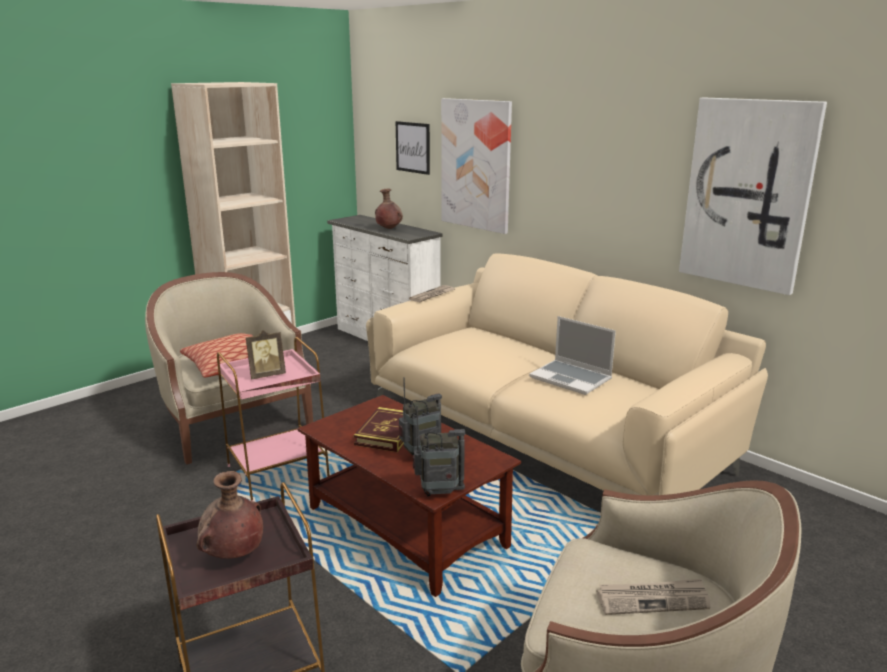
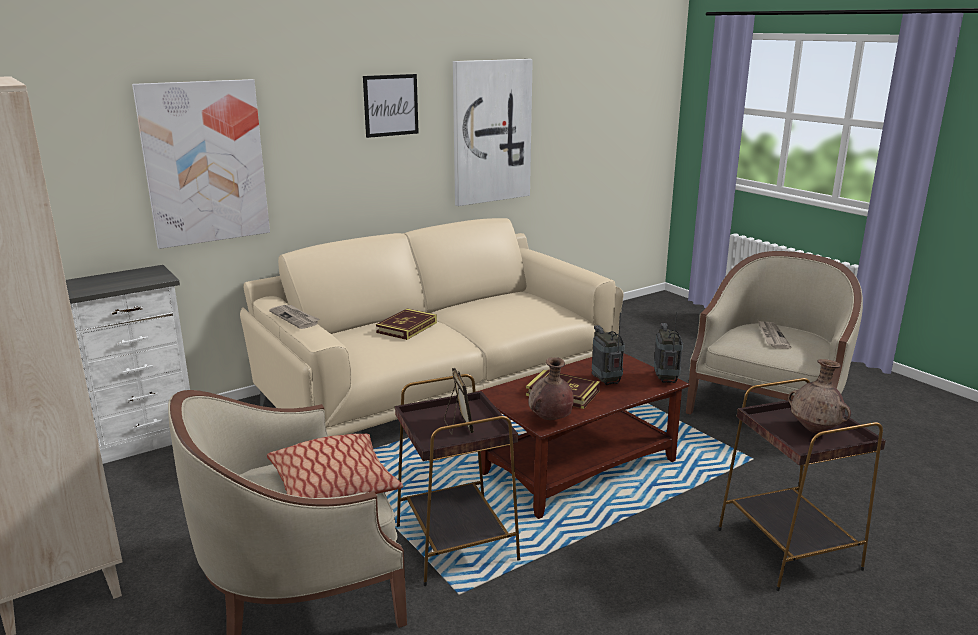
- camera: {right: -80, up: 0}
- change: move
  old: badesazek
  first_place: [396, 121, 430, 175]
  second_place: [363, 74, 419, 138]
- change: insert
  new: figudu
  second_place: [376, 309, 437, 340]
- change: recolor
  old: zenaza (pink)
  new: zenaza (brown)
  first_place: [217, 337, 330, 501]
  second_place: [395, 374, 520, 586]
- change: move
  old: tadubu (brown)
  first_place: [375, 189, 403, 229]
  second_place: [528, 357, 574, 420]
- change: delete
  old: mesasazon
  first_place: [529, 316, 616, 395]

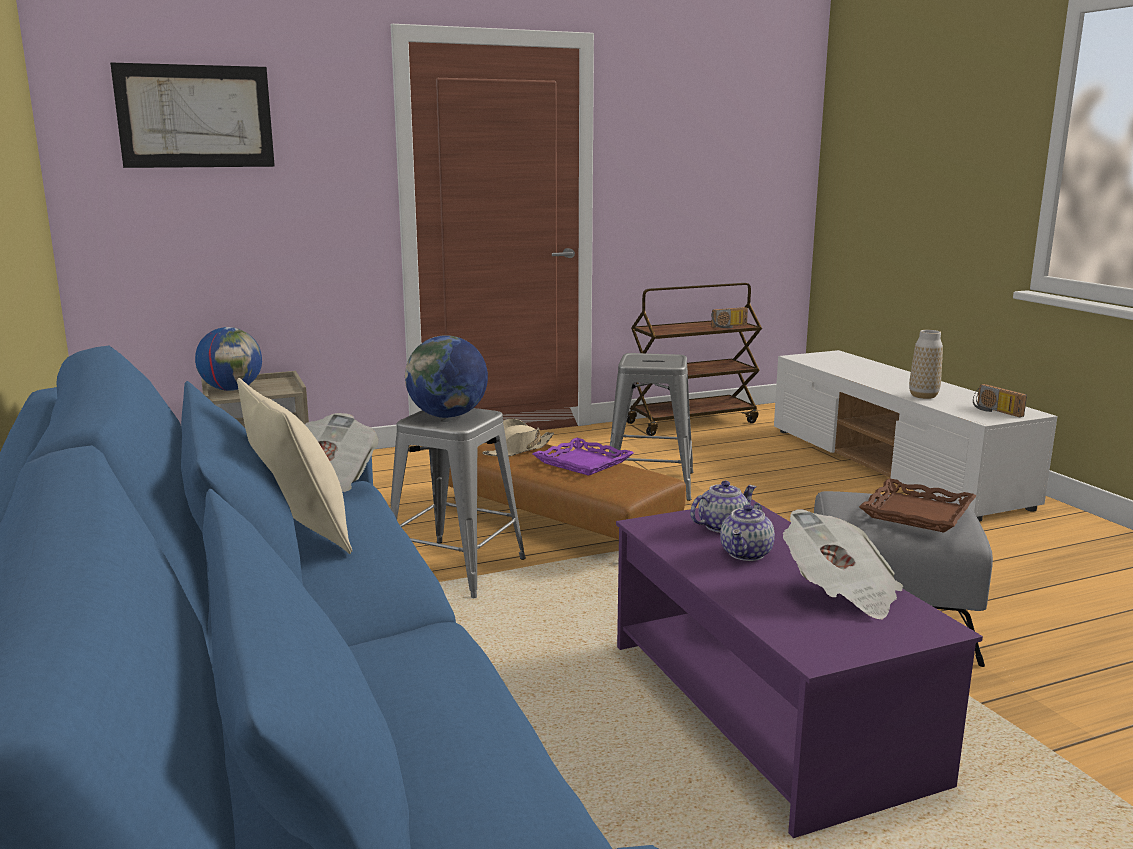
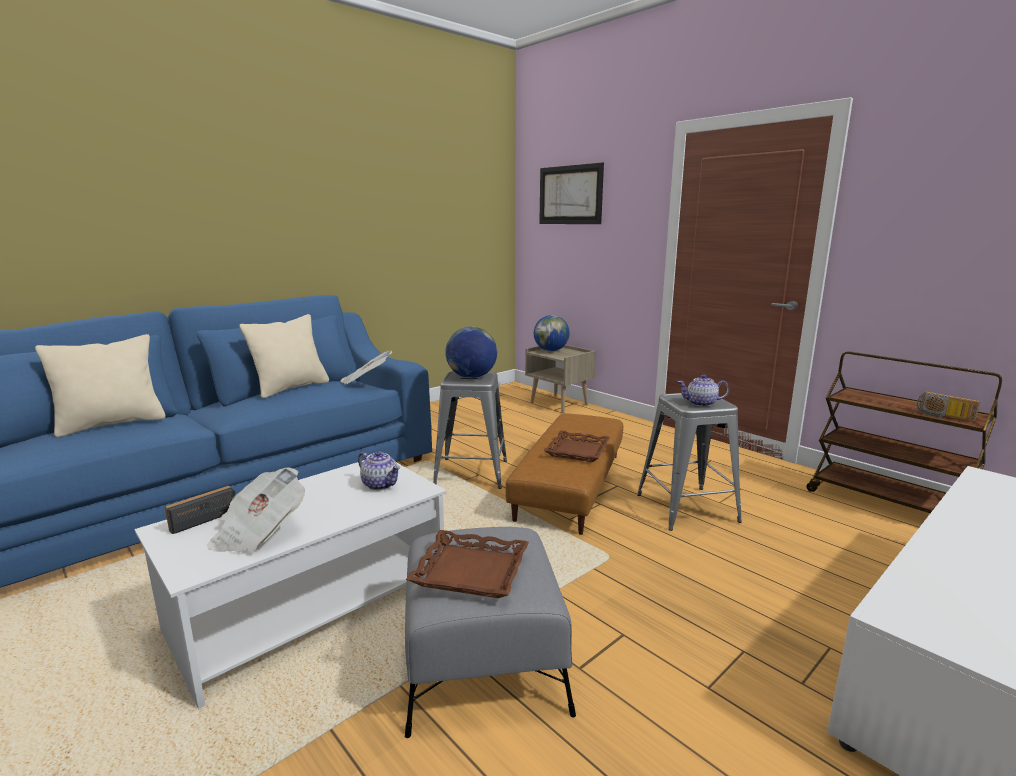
- camera: {right: 70, up: 0}
- change: insert
  new: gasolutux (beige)
  second_place: [35, 334, 166, 437]
- change: recolor
  old: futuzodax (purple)
  new: futuzodax (white)
  first_place: [616, 500, 983, 838]
  second_place: [135, 460, 446, 709]
- change: move
  old: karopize
  first_place: [973, 384, 1027, 417]
  second_place: [165, 486, 235, 534]
- change: recolor
  old: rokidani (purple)
  new: rokidani (brown)
  first_place: [533, 438, 634, 476]
  second_place: [544, 430, 610, 462]
- change: move
  old: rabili
  first_place: [720, 503, 775, 561]
  second_place: [677, 374, 729, 407]
- change: delete
  old: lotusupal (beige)
  first_place: [482, 418, 554, 456]
- change: delete
  old: tadubu
  first_place: [909, 330, 943, 399]

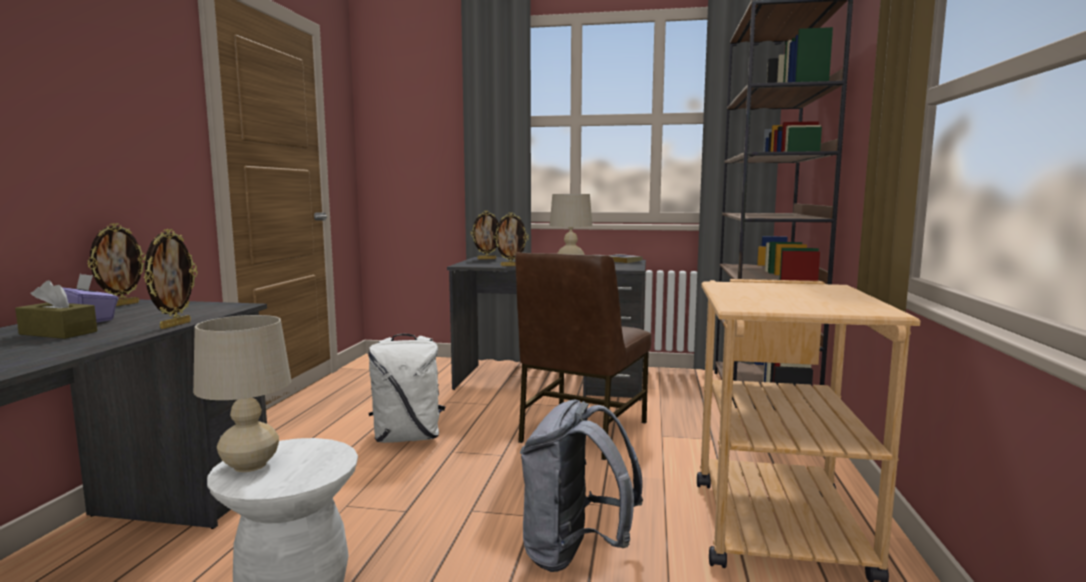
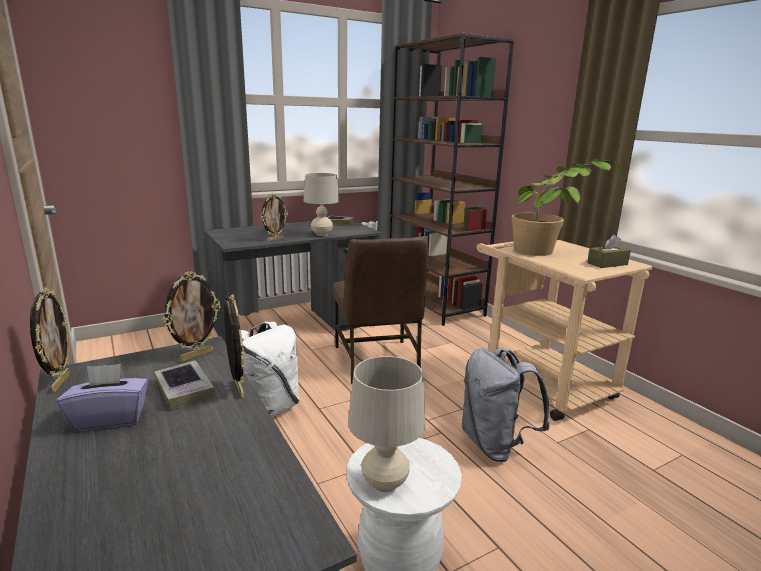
- camera: {right: -40, up: 10}
- change: insert
  new: figudu
  second_place: [154, 360, 216, 410]
- change: move
  old: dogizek
  first_place: [471, 211, 498, 259]
  second_place: [162, 271, 221, 362]
- change: insert
  new: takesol
  second_place: [512, 160, 622, 256]
- change: move
  old: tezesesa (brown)
  first_place: [15, 280, 97, 339]
  second_place: [587, 235, 631, 268]

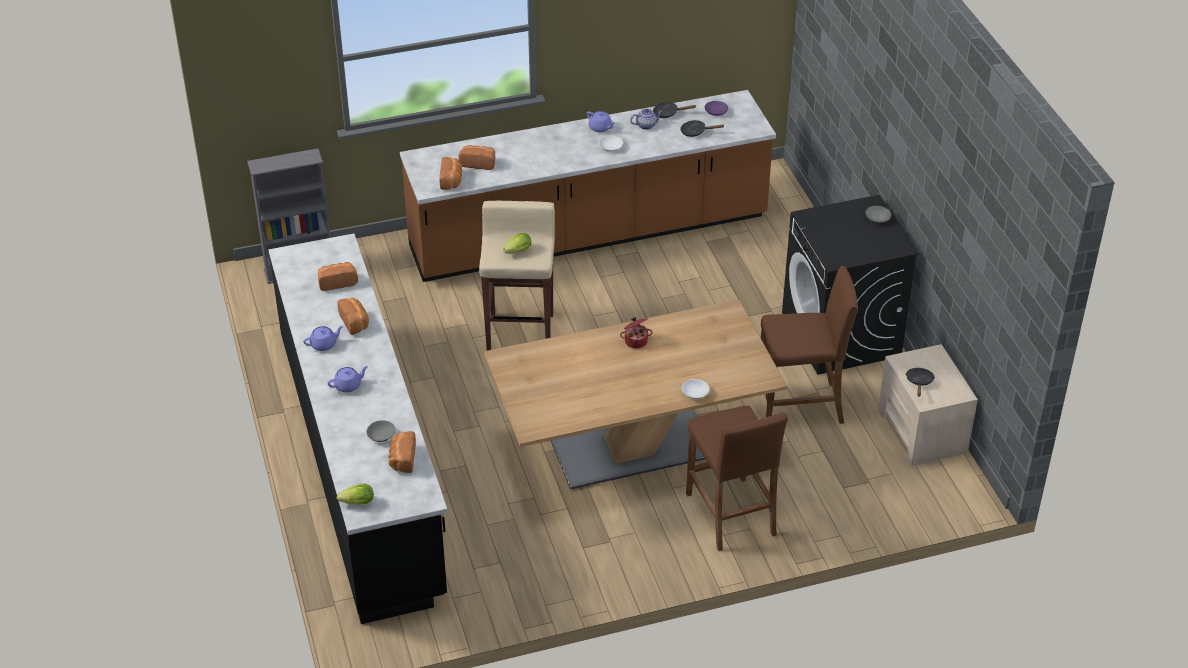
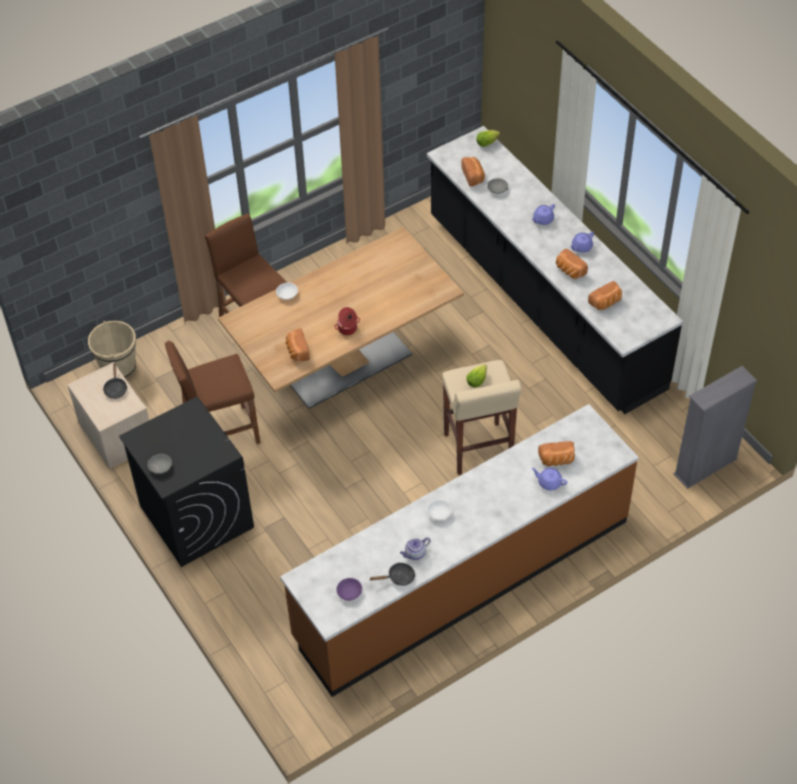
- camera: {right: 165, up: 10}
- change: insert
  new: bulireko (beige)
  second_place: [88, 321, 136, 379]
- change: move
  old: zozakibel
  first_place: [440, 157, 462, 190]
  second_place: [286, 329, 310, 361]
- change: move
  old: rabili (purple)
  first_place: [586, 111, 616, 132]
  second_place: [532, 468, 567, 491]
- change: delete
  old: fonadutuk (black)
  first_place: [680, 120, 725, 137]

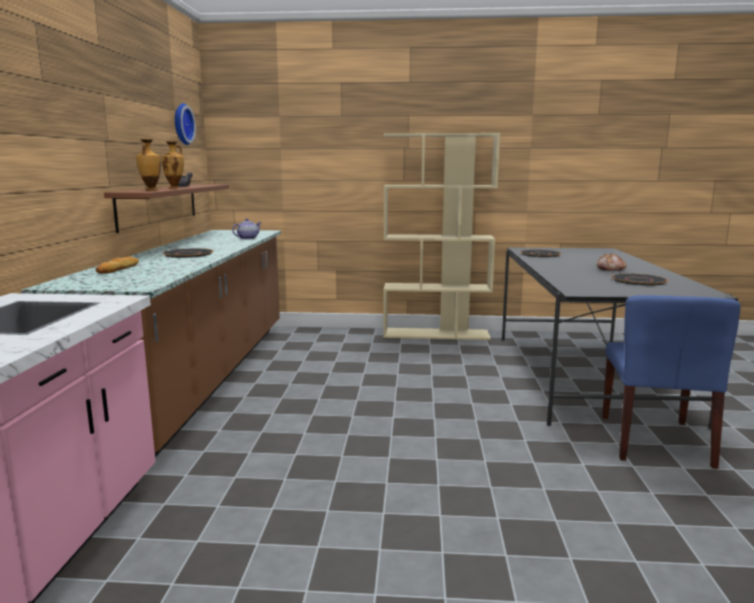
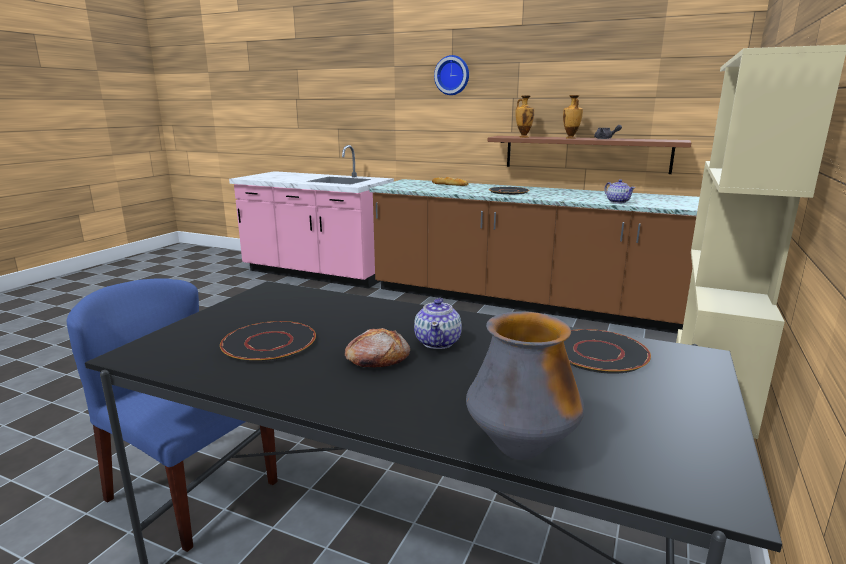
- camera: {right: 110, up: 5}
- change: insert
  new: rabili
  second_place: [414, 298, 462, 349]
- change: move
  old: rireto
  first_place: [175, 103, 196, 145]
  second_place: [434, 55, 469, 95]
- change: insert
  new: tadubu
  second_place: [466, 311, 584, 460]

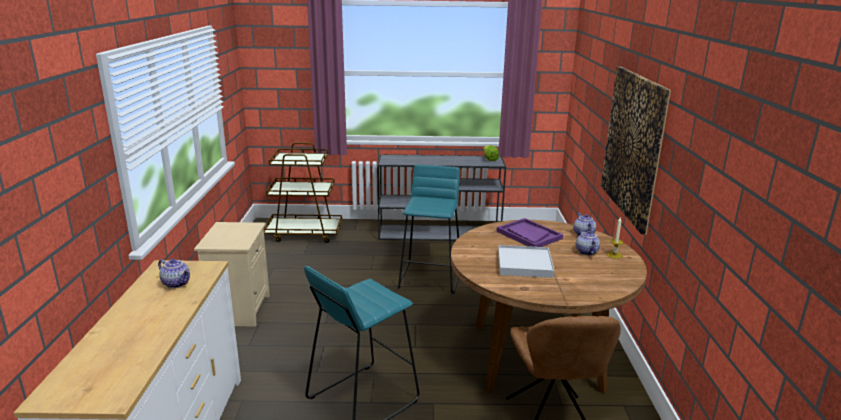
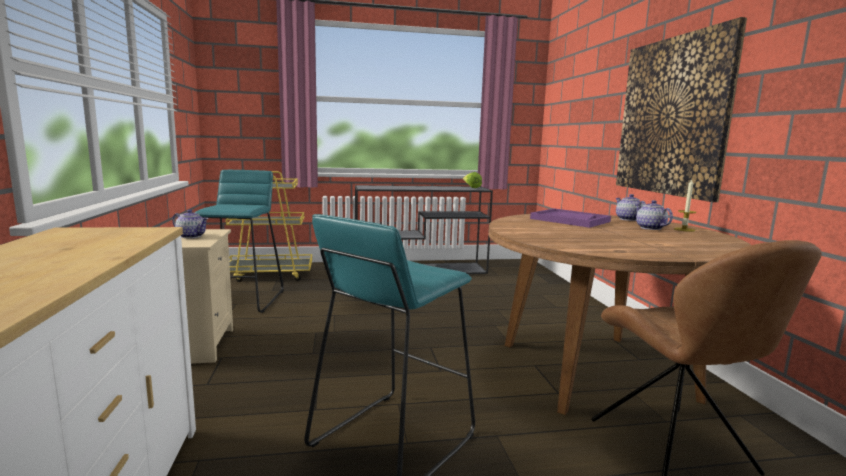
- camera: {right: -10, up: -10}
- change: move
  old: rabili
  first_place: [158, 259, 190, 288]
  second_place: [172, 210, 208, 238]
- change: move
  old: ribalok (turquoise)
  first_place: [398, 165, 460, 294]
  second_place: [195, 170, 284, 313]
- change: recolor
  old: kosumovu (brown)
  new: kosumovu (yellow)
  first_place: [264, 143, 342, 243]
  second_place: [226, 171, 312, 282]
- change: delete
  old: rokidani (white)
  first_place: [498, 245, 555, 278]

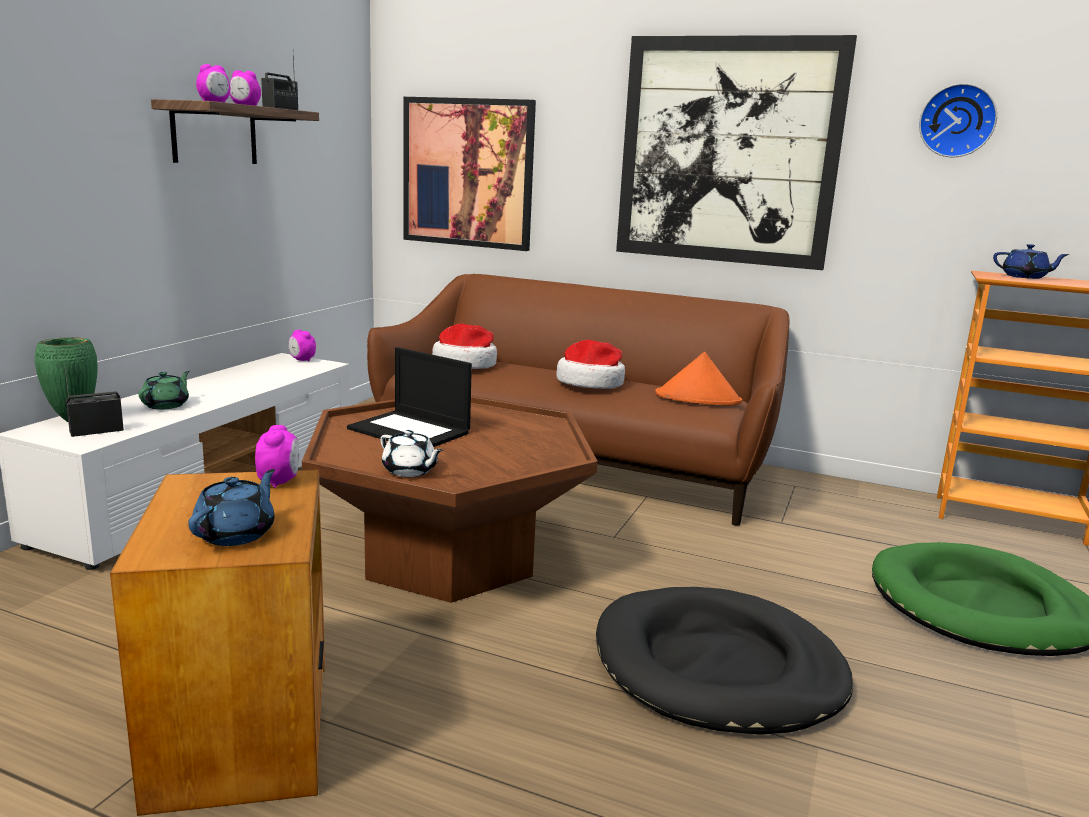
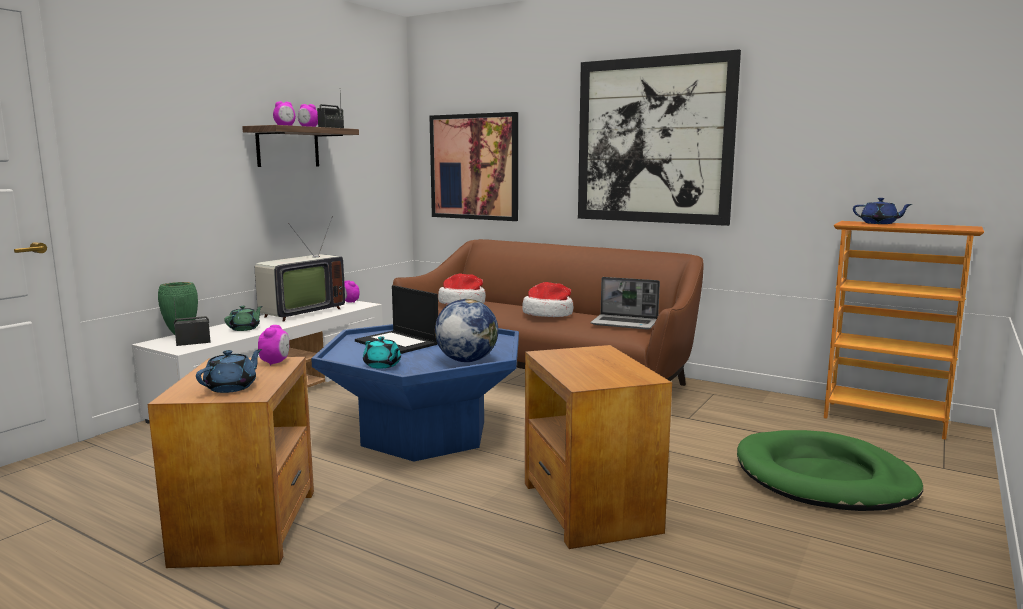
- camera: {right: 10, up: -5}
- change: insert
  new: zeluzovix
  second_place: [255, 216, 345, 322]
- change: recolor
  old: futuzodax (brown)
  new: futuzodax (blue)
  first_place: [302, 395, 598, 603]
  second_place: [311, 324, 519, 461]
- change: recolor
  old: rabili (white)
  new: rabili (turquoise)
  first_place: [380, 430, 443, 477]
  second_place: [363, 336, 401, 369]
- change: insert
  new: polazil
  second_place: [435, 299, 498, 362]
- change: replace
  old: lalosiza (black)
  new: zenaza (brown)
  first_place: [596, 587, 853, 735]
  second_place: [525, 345, 672, 549]
- change: replace
  old: lotusupal (orange)
  new: mesasazon
  first_place: [655, 352, 742, 405]
  second_place: [590, 277, 660, 330]
- change: delete
  old: rireto
  first_place: [919, 83, 997, 158]

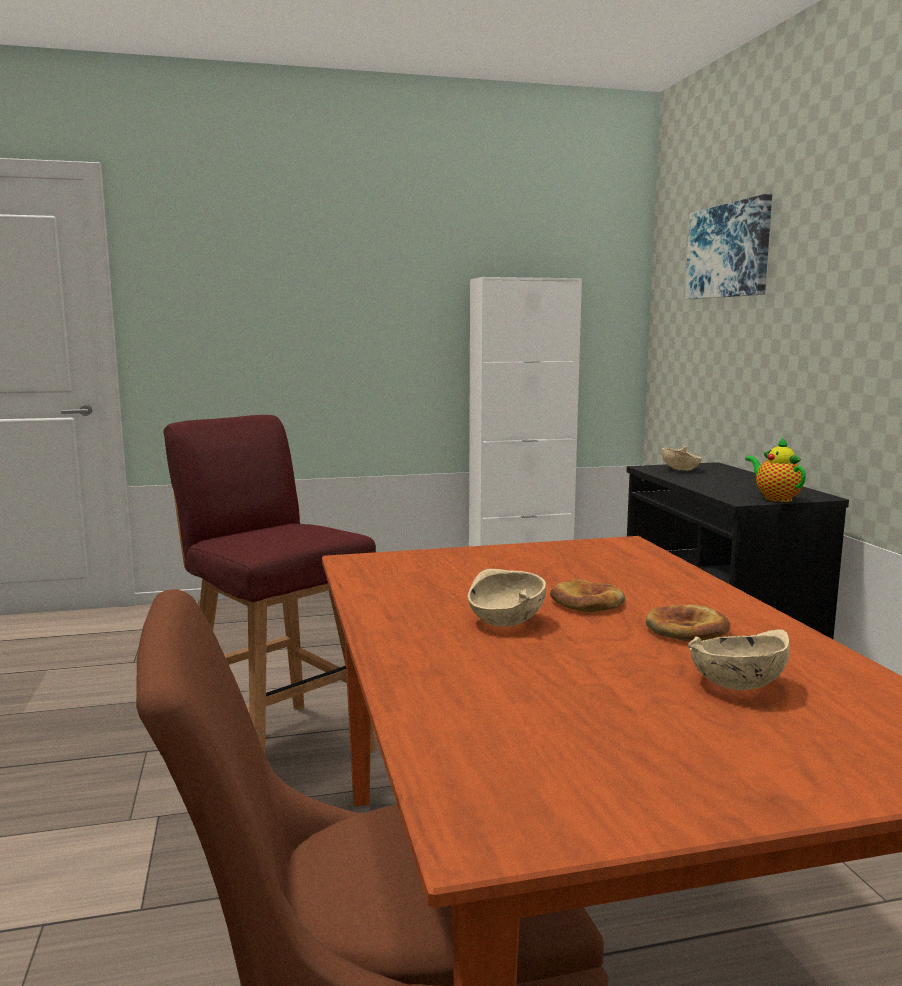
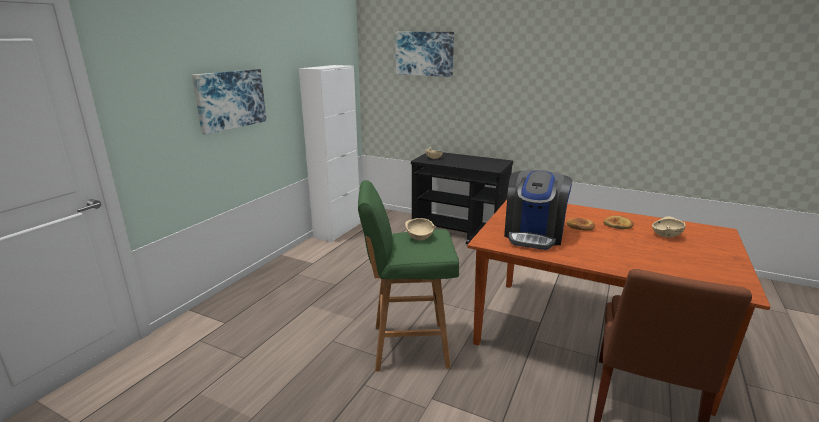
- camera: {right: -50, up: 10}
- change: insert
  new: badesazek
  second_place: [192, 69, 267, 135]
- change: recolor
  old: ribalok (red)
  new: ribalok (green)
  first_place: [163, 415, 377, 753]
  second_place: [358, 180, 459, 372]
- change: move
  old: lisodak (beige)
  first_place: [468, 569, 546, 627]
  second_place: [405, 218, 436, 240]
- change: insert
  new: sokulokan
  second_place: [504, 170, 573, 250]
- change: delete
  old: rabili
  first_place: [745, 437, 806, 502]

